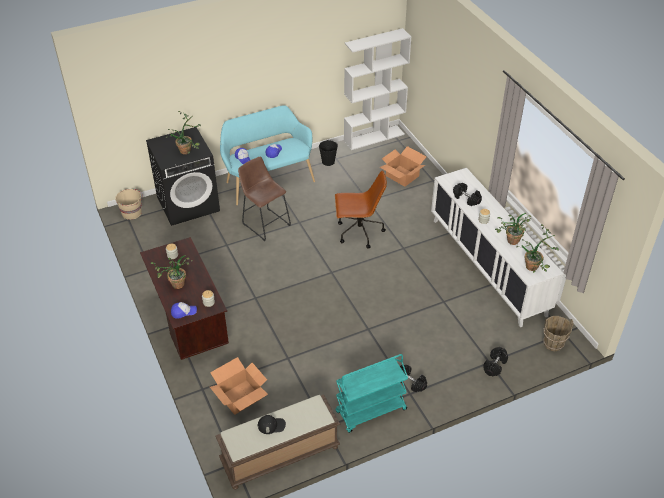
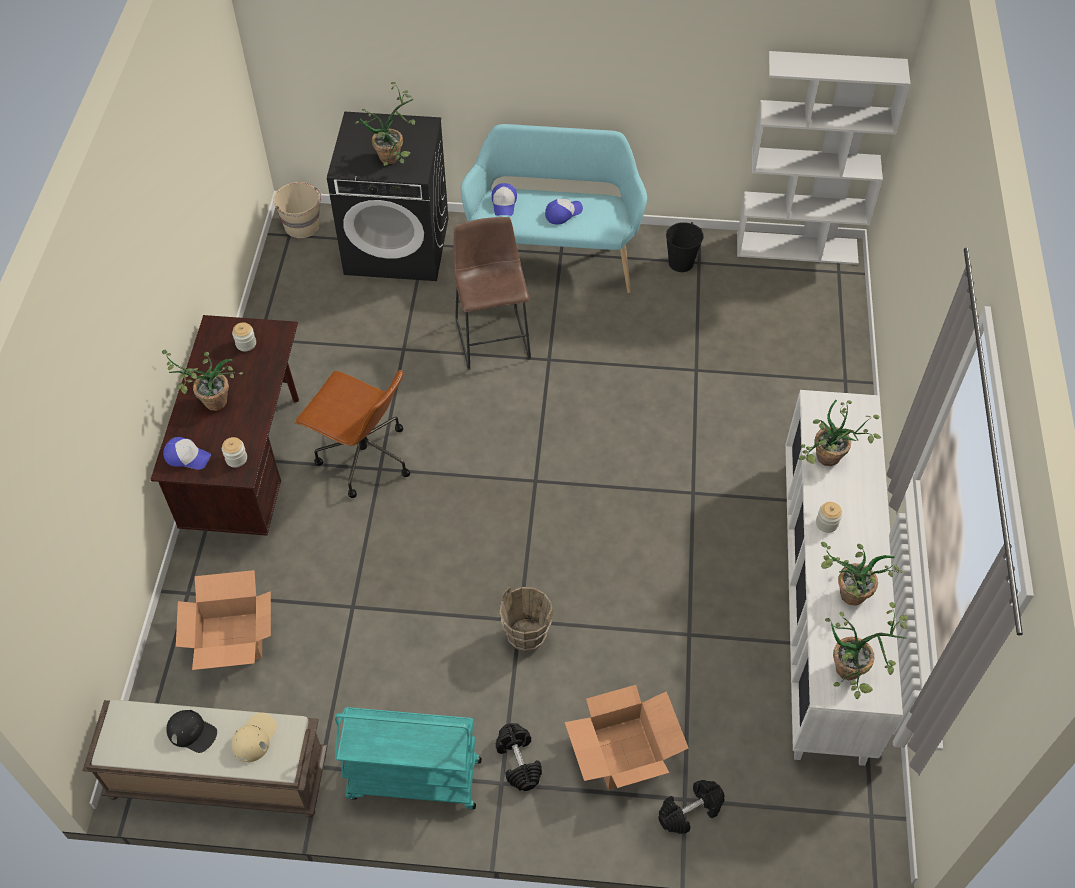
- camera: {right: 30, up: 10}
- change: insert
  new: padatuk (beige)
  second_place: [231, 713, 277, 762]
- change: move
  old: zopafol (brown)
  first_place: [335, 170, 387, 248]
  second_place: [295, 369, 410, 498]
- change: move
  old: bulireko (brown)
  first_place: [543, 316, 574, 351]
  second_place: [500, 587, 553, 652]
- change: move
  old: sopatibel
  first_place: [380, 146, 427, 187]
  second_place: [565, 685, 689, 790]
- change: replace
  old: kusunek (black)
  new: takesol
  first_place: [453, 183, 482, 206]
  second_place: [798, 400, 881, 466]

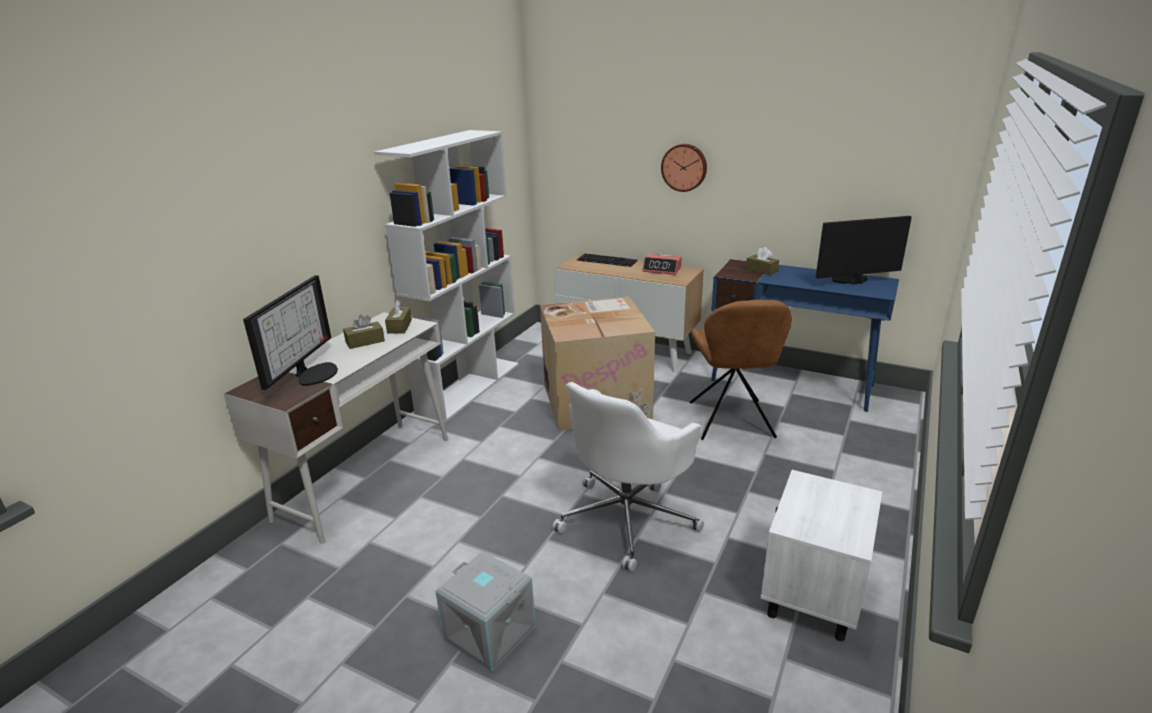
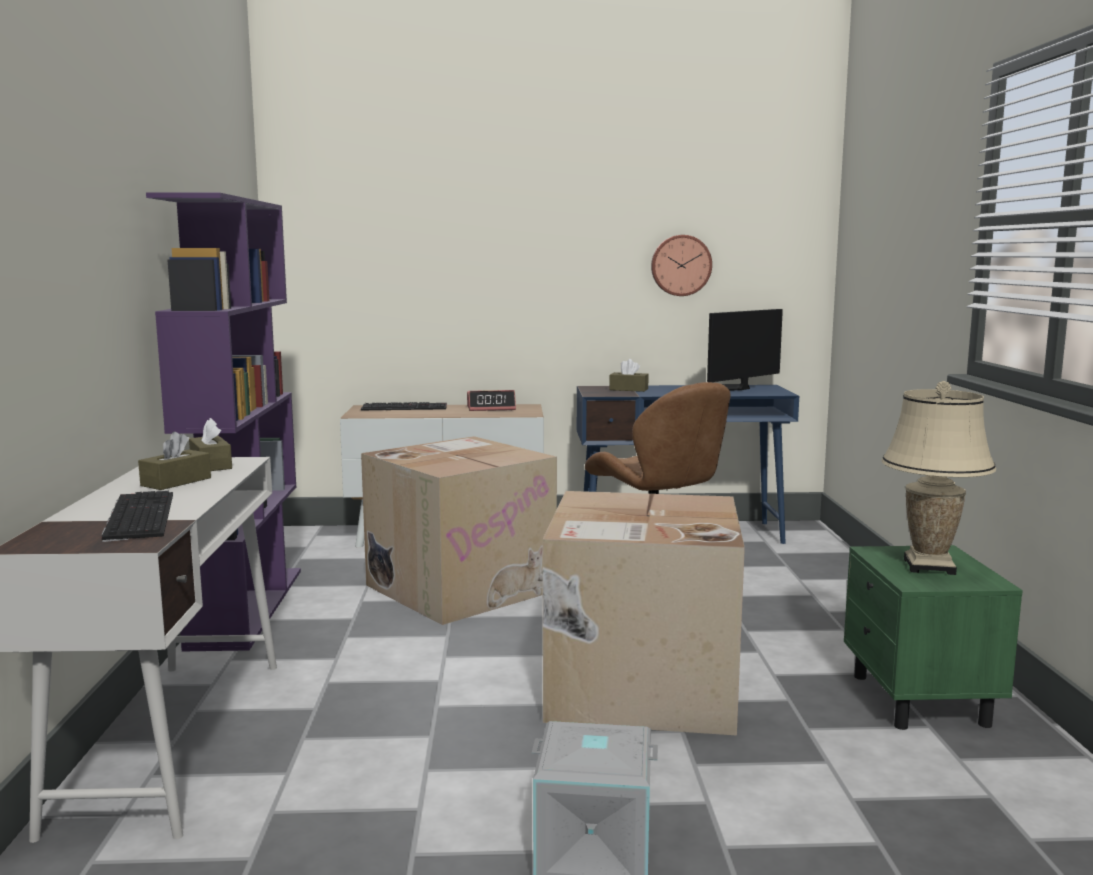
- camera: {right: -30, up: -15}
- change: replace
  old: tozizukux
  new: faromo
  first_place: [243, 275, 338, 390]
  second_place: [102, 491, 173, 542]
- change: recolor
  old: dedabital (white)
  new: dedabital (purple)
  first_place: [374, 130, 519, 423]
  second_place: [146, 192, 301, 651]
- change: replace
  old: zopafol (white)
  new: sopatibel
  first_place: [552, 382, 704, 572]
  second_place: [543, 491, 745, 735]
- change: move
  old: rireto
  first_place: [661, 144, 707, 192]
  second_place: [651, 235, 712, 296]
- change: recolor
  old: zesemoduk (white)
  new: zesemoduk (green)
  first_place: [760, 470, 882, 641]
  second_place: [844, 545, 1023, 730]
- change: insert
  new: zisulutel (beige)
  second_place: [881, 381, 996, 575]

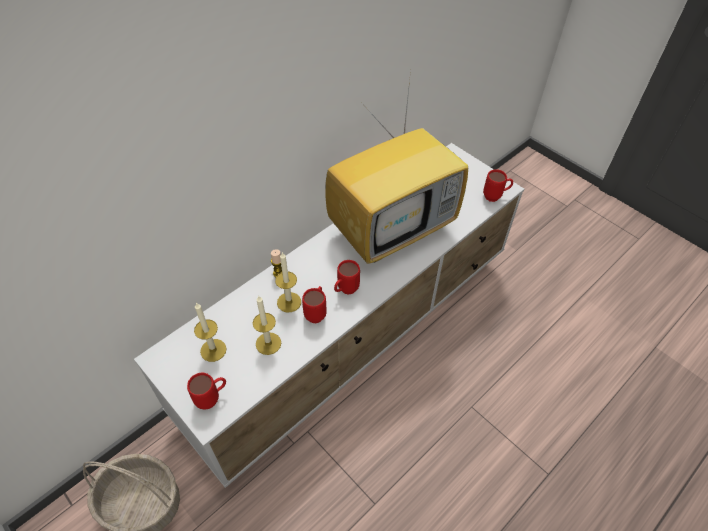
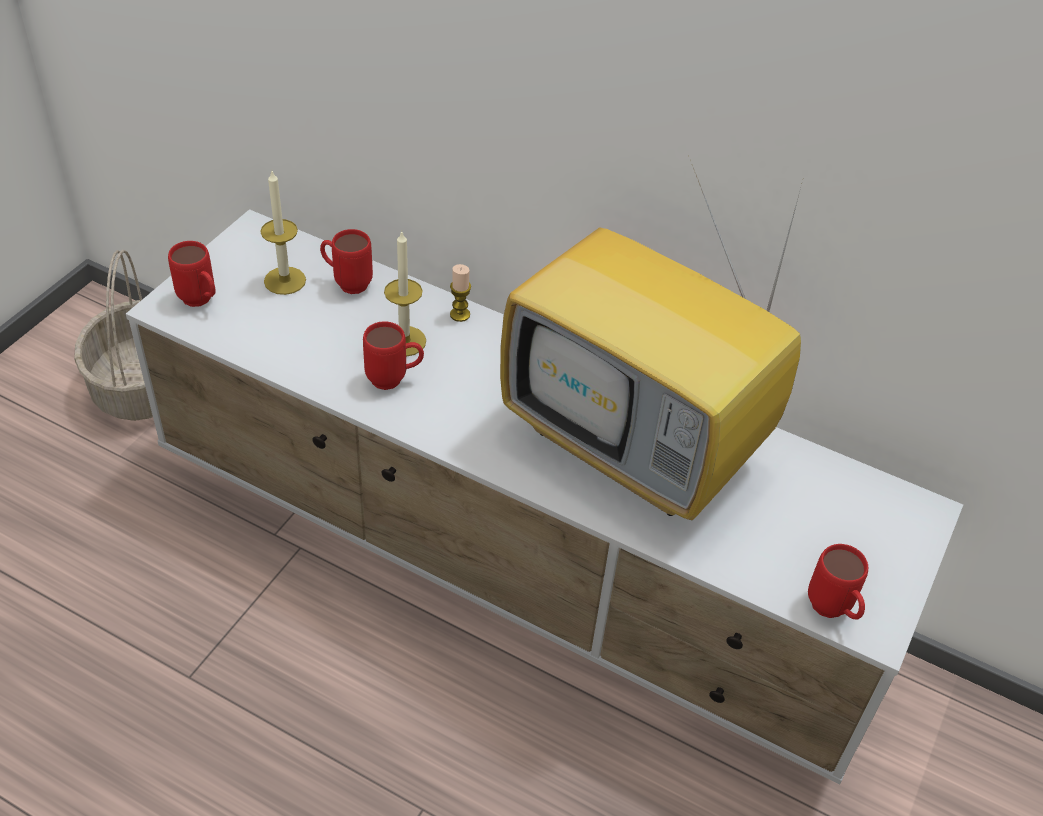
- camera: {right: 70, up: -5}
- change: move
  old: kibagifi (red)
  first_place: [334, 260, 360, 295]
  second_place: [320, 229, 373, 294]
- change: delete
  old: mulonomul
  first_place: [253, 295, 281, 355]

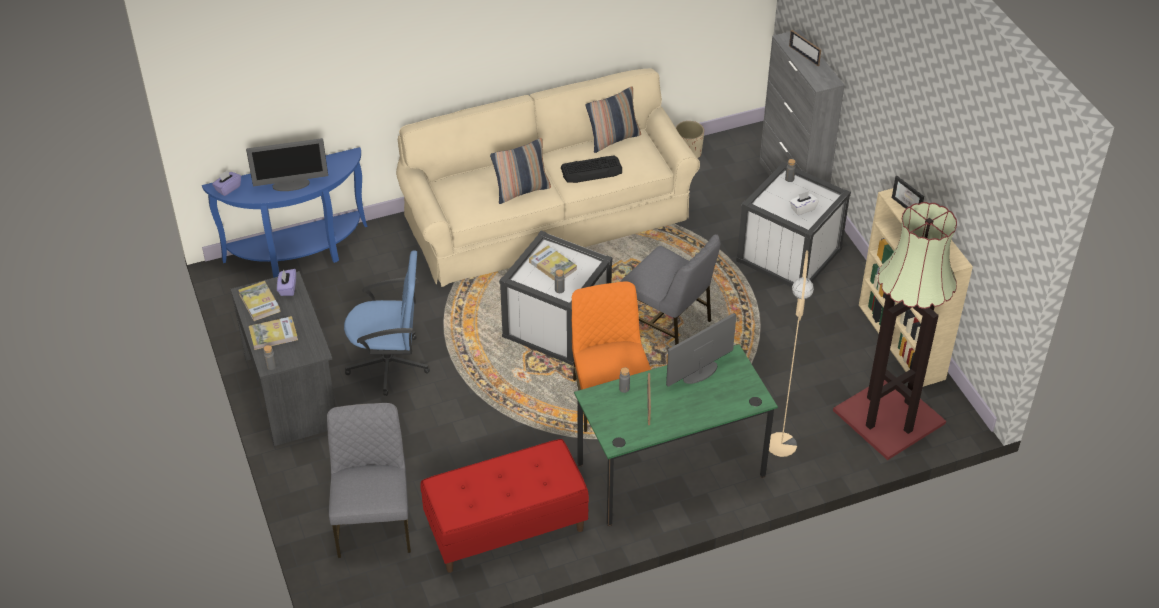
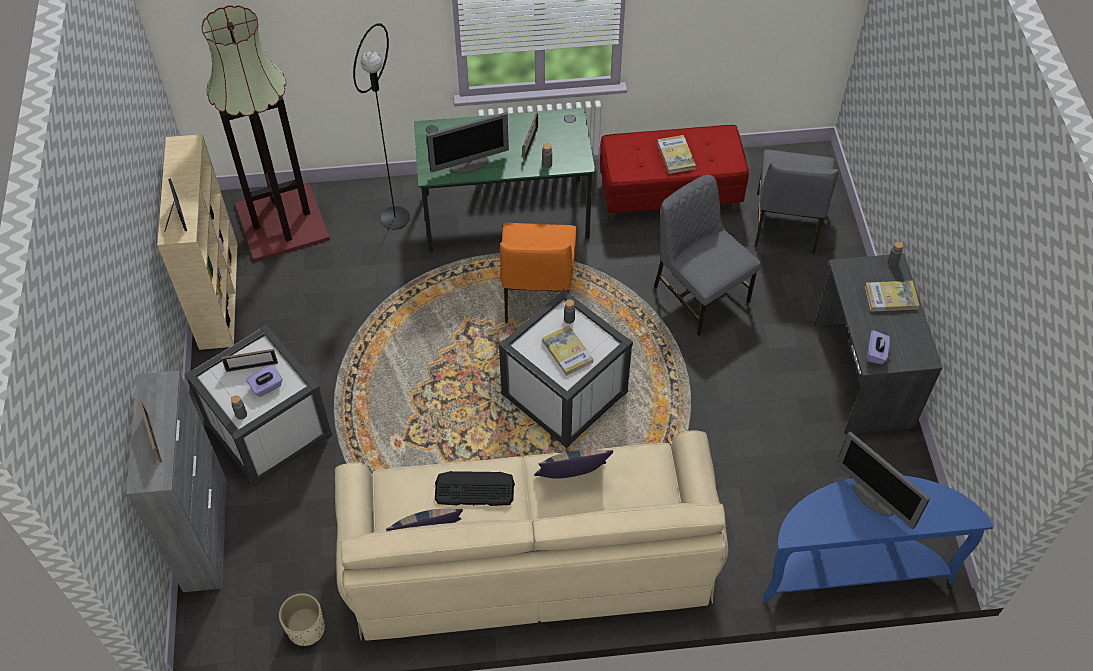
- camera: {right: -165, up: 10}
- change: replace
  old: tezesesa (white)
  new: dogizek
  first_place: [790, 191, 819, 215]
  second_place: [221, 349, 278, 372]
- change: move
  old: tezesesa (purple)
  first_place: [212, 170, 241, 196]
  second_place: [246, 365, 283, 397]
- change: recolor
  old: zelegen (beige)
  new: zelegen (black)
  first_place: [769, 250, 814, 457]
  second_place: [353, 23, 410, 230]
- change: move
  old: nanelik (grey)
  first_place: [620, 234, 721, 345]
  second_place: [654, 175, 761, 336]
- change: move
  old: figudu
  first_place: [238, 281, 281, 321]
  second_place: [657, 135, 696, 174]
- change: rotate
  old: tozizukux
  first_place: [246, 138, 328, 191]
  second_place: [836, 431, 930, 529]
  degrees: -135
- change: delete
  old: zopafol (blue)
  first_place: [344, 251, 430, 396]

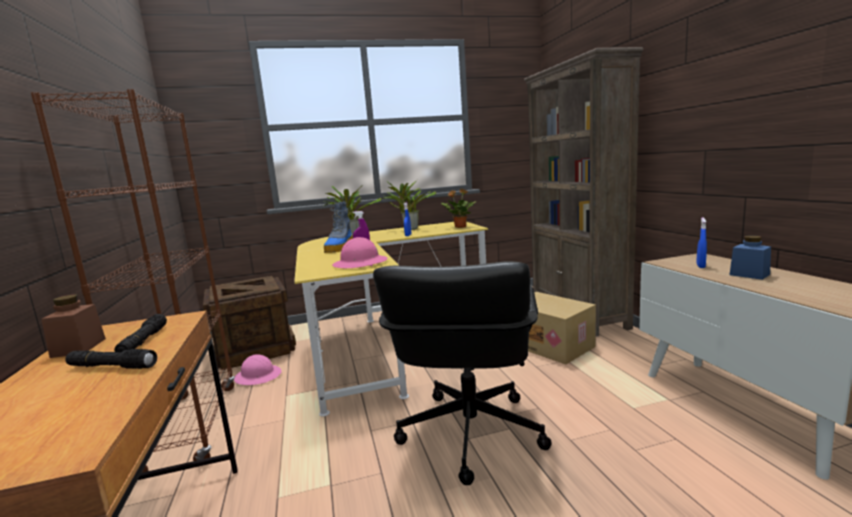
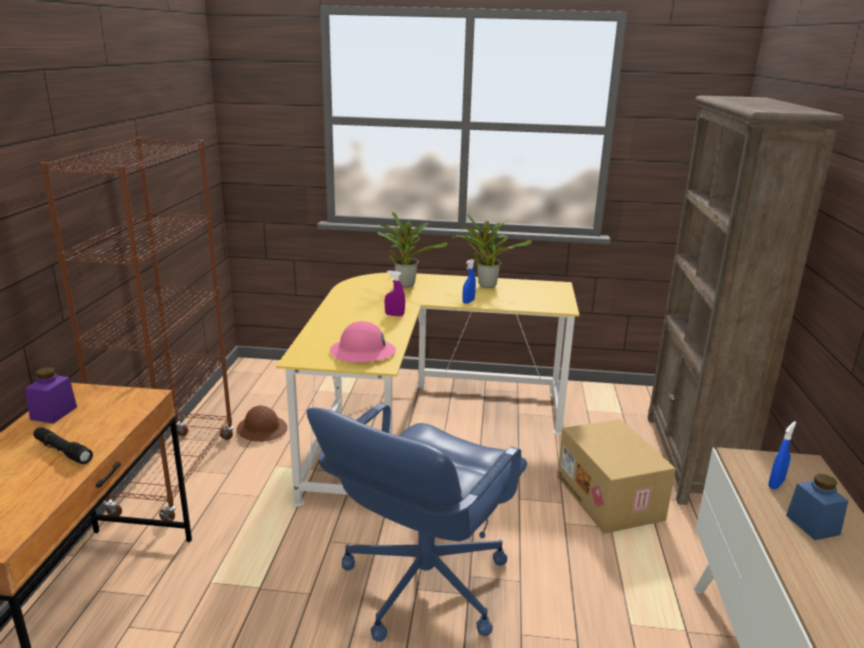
- camera: {right: 20, up: 10}
- change: recolor
  old: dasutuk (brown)
  new: dasutuk (purple)
  first_place: [41, 295, 106, 358]
  second_place: [25, 367, 77, 424]
- change: recolor
  old: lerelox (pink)
  new: lerelox (brown)
  first_place: [234, 354, 281, 385]
  second_place: [237, 405, 287, 442]
- change: recolor
  old: zopafol (black)
  new: zopafol (blue)
  first_place: [373, 261, 552, 485]
  second_place: [307, 403, 527, 642]
- change: delete
  old: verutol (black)
  first_place: [114, 314, 167, 352]
- change: delete
  old: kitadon
  first_place: [203, 276, 296, 369]
- change: delete
  old: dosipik
  first_place: [324, 202, 353, 253]
- change: delete
  old: takesol
  first_place: [441, 189, 476, 228]

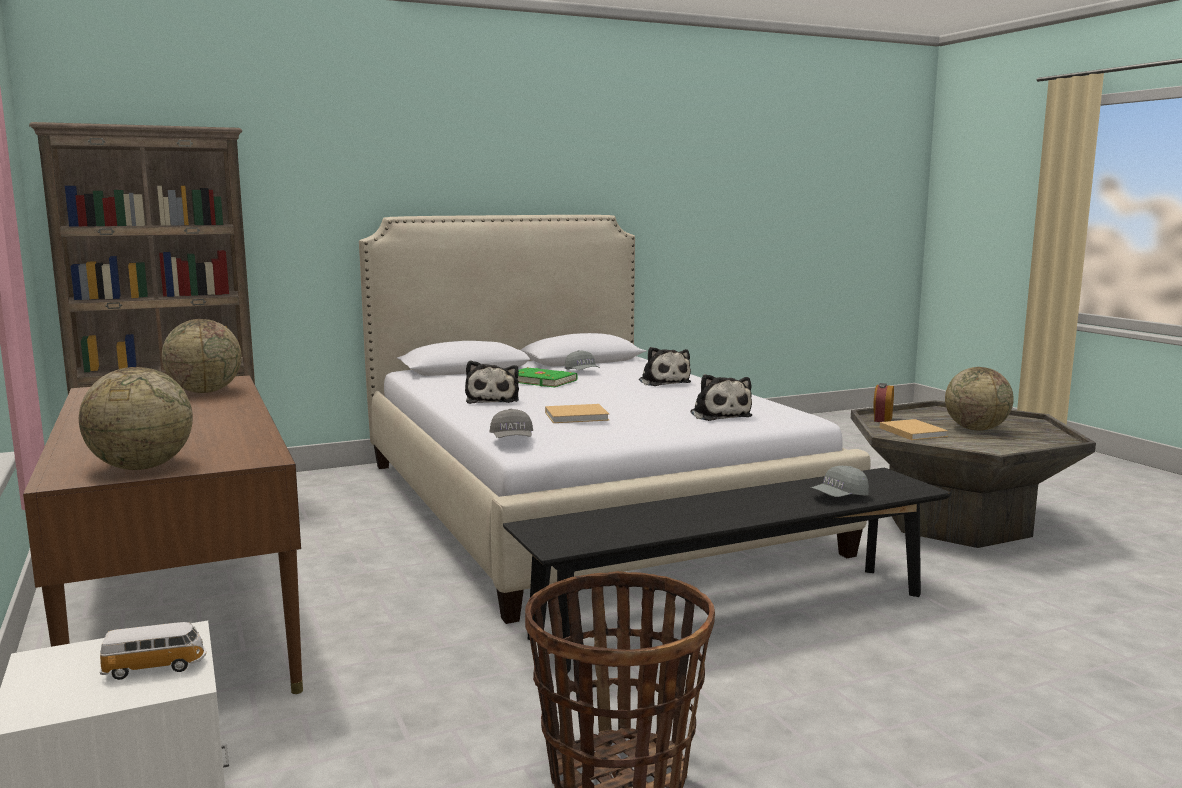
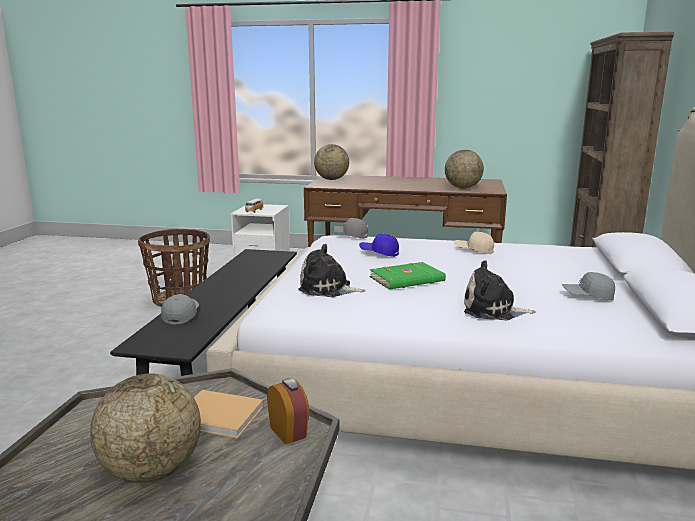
- camera: {right: 125, up: 5}
- change: replace
  old: figudu (beige)
  new: padatuk (blue)
  first_place: [545, 404, 609, 423]
  second_place: [359, 233, 399, 257]
- change: move
  old: figudu (green)
  first_place: [518, 367, 578, 388]
  second_place: [370, 262, 446, 290]
- change: replace
  old: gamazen
  new: padatuk (beige)
  first_place: [465, 360, 519, 404]
  second_place: [454, 231, 494, 254]

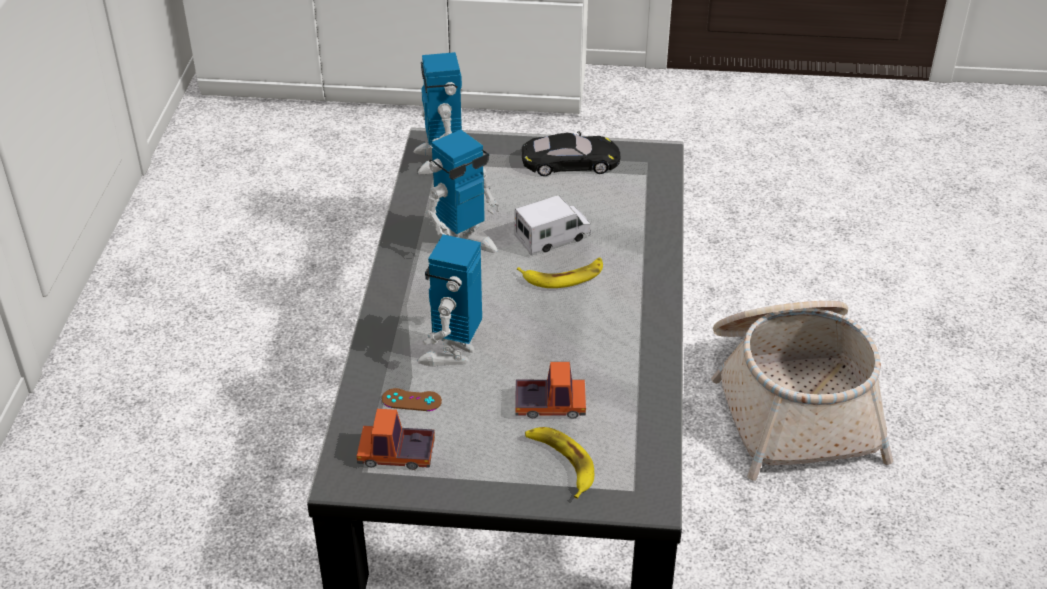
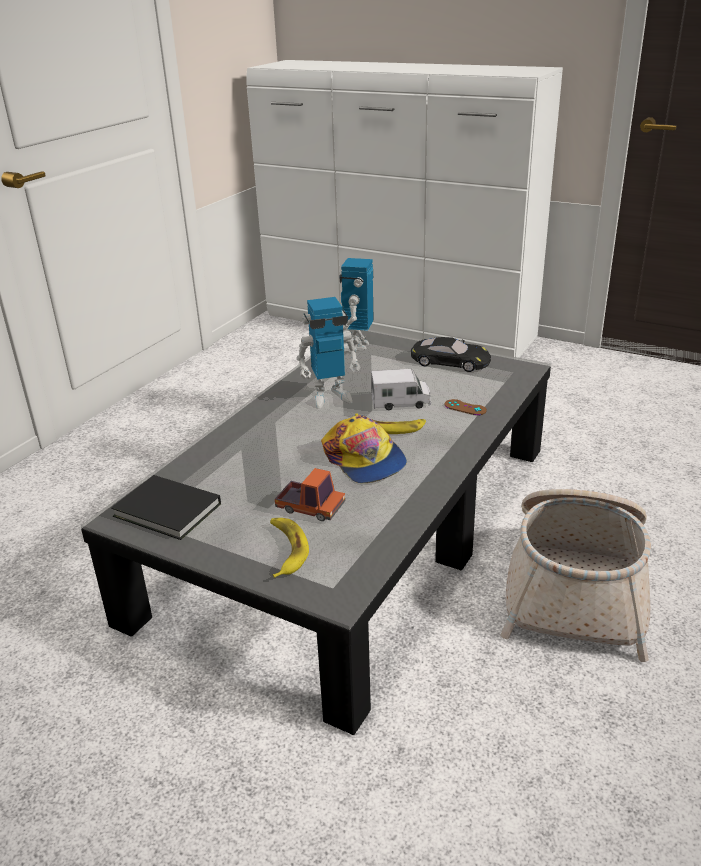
- camera: {right: 25, up: -10}
- change: replace
  old: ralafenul
  new: figudu (black)
  first_place: [357, 409, 435, 470]
  second_place: [111, 475, 221, 540]
- change: insert
  new: padatuk
  second_place: [321, 415, 407, 483]
- change: move
  old: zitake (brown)
  first_place: [382, 388, 442, 411]
  second_place: [445, 399, 487, 415]
- change: delete
  old: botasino
  first_place: [418, 234, 482, 366]

